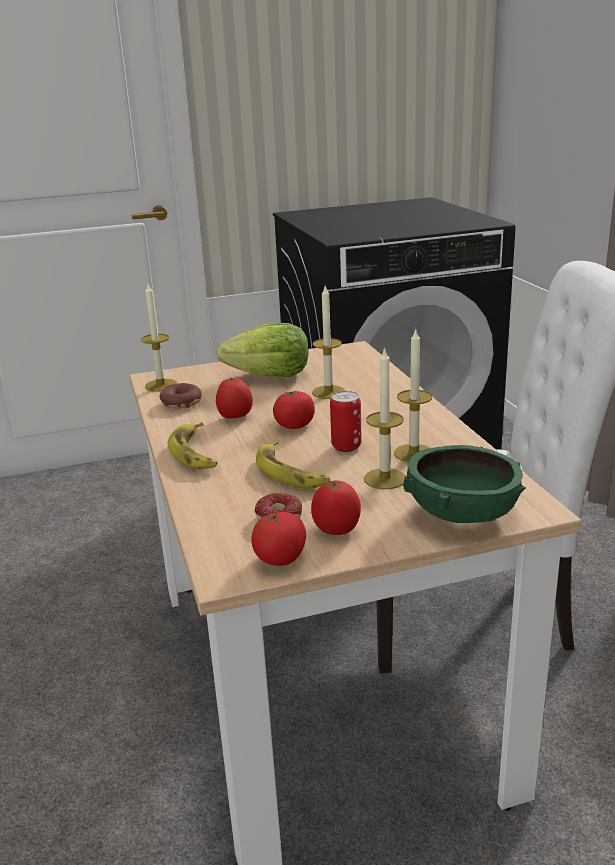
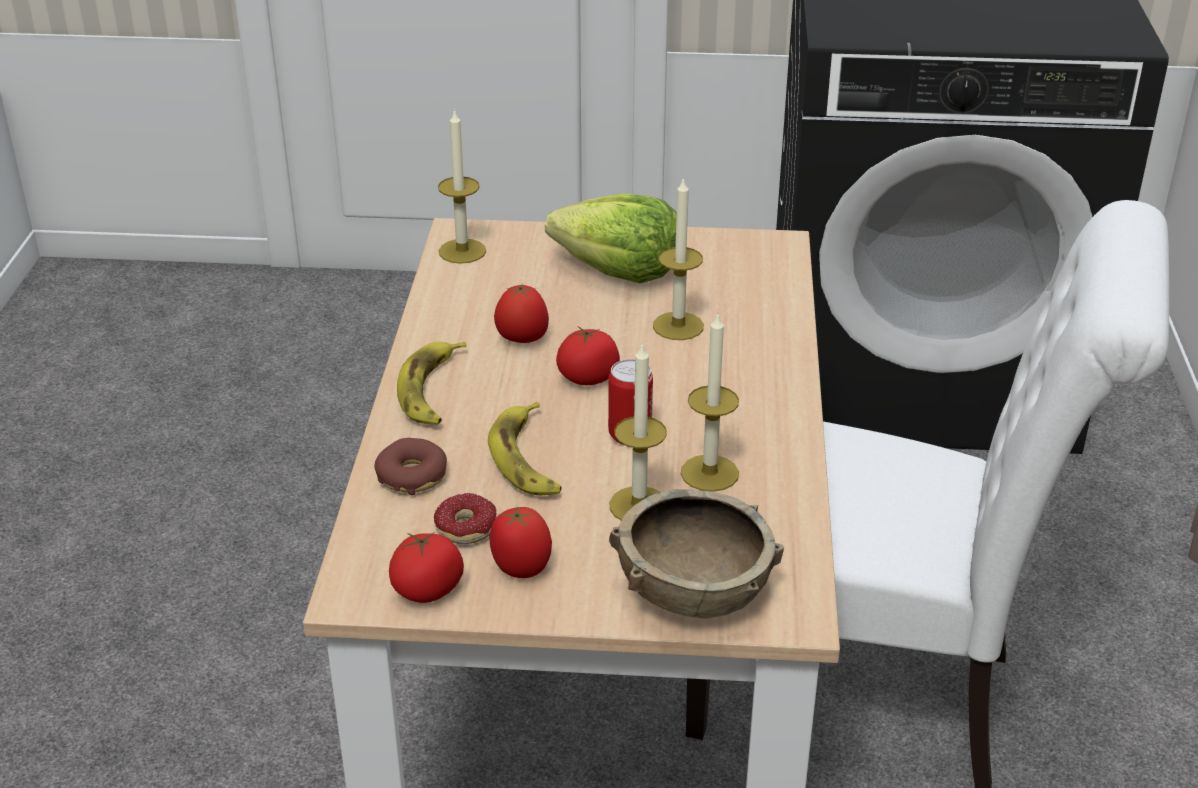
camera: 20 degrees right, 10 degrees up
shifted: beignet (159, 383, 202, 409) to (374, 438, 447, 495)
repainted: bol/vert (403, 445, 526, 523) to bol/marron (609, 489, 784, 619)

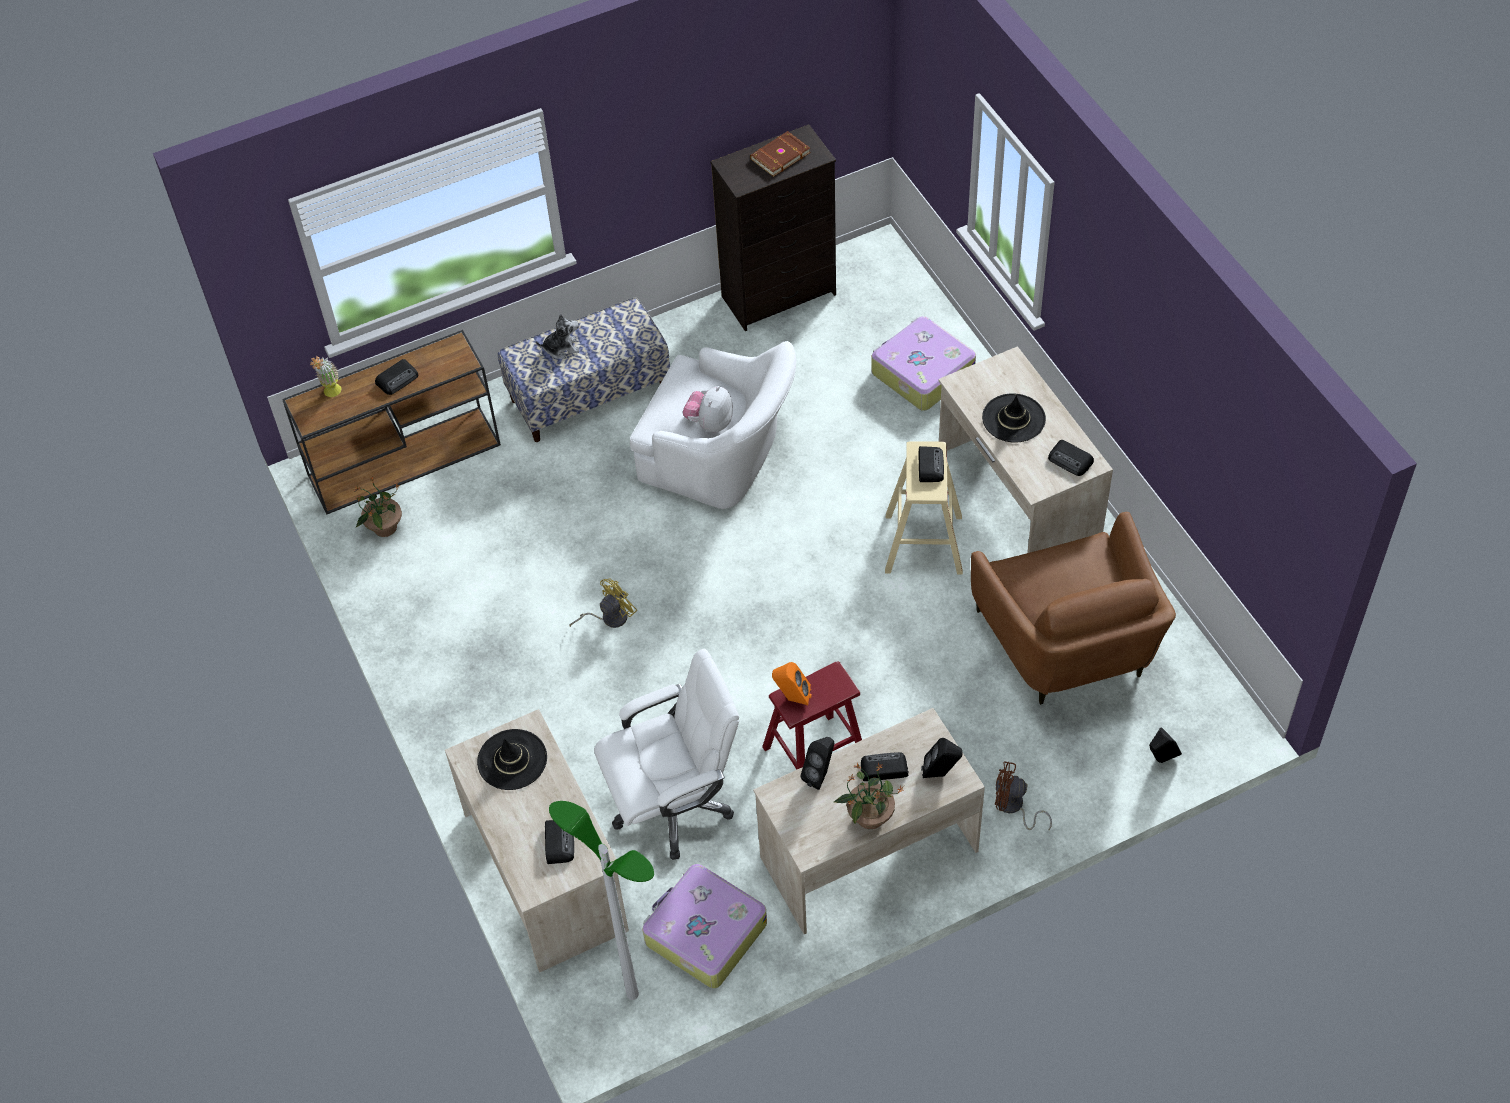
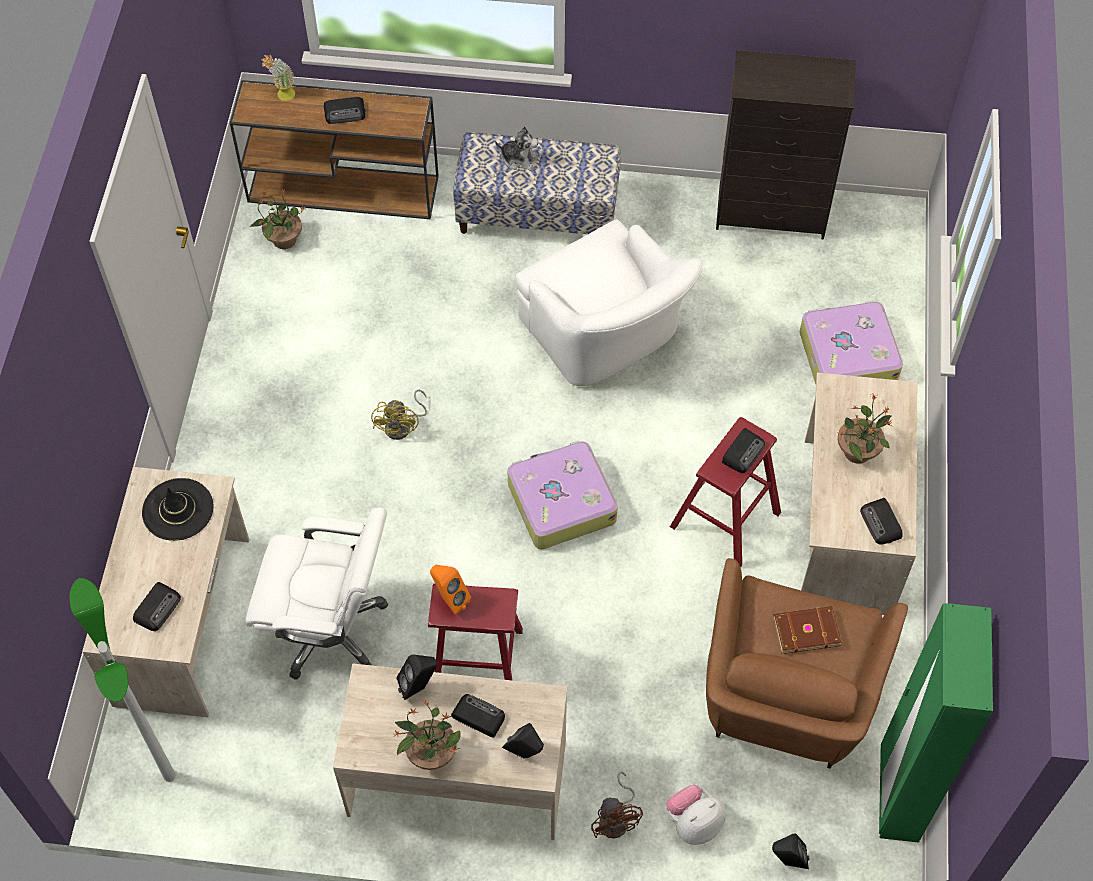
camera: 30 degrees right, 5 degrees up
new: armoire/vert (879, 603, 993, 843)
shifted: valise (643, 864, 767, 988) to (507, 440, 618, 549); peluche (683, 386, 733, 432) to (666, 785, 726, 845); livre/marron (750, 131, 811, 177) to (773, 606, 842, 654)
swapped: chapeau/noir (982, 393, 1046, 443) to plante en pot (838, 393, 892, 464)
repainted: tabouret/beige (885, 441, 963, 574) to tabouret/rouge (670, 417, 781, 568)
rotated: ventilateur/jaune (569, 578, 637, 628) = (371, 390, 427, 440) 105 degrees clockwise; ventilateur/marron (995, 761, 1052, 830) = (591, 772, 643, 839) 150 degrees counterclockwise

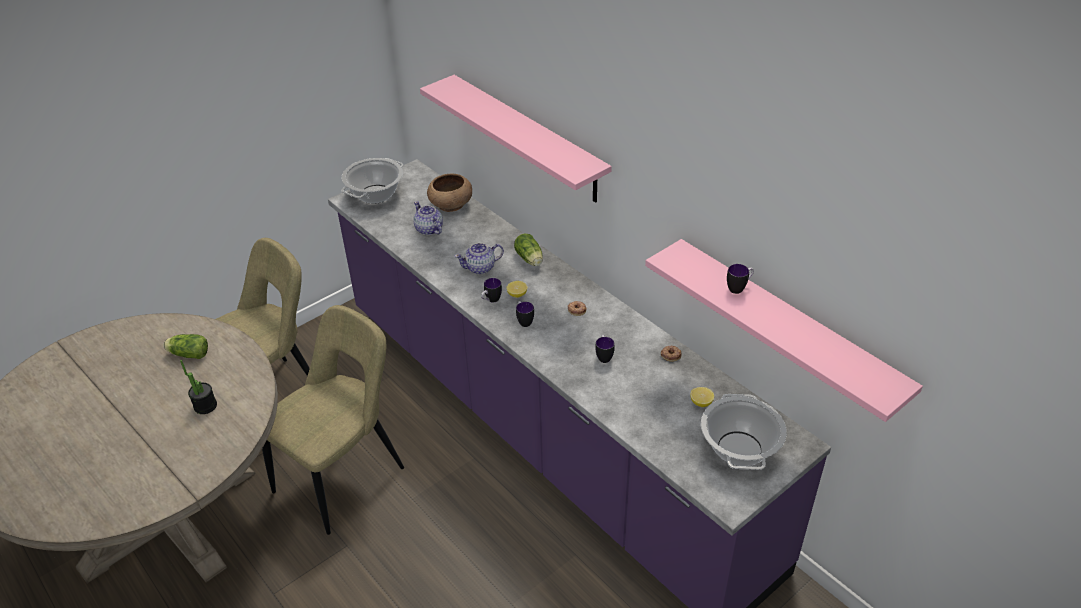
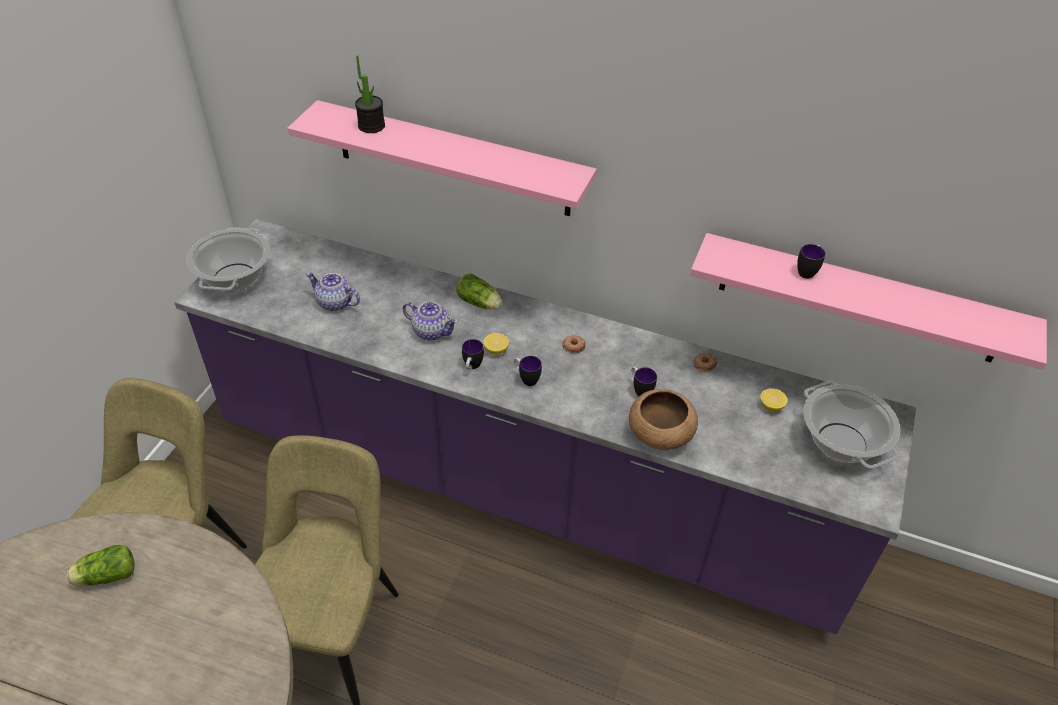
camera: 30 degrees left, 5 degrees up
shifted: plante en pot (180, 360, 217, 414) to (355, 55, 385, 133); bol/marron (427, 174, 472, 212) to (629, 389, 698, 450)
rotated: théière (454, 243, 504, 274) = (403, 302, 459, 340) 105 degrees counterclockwise

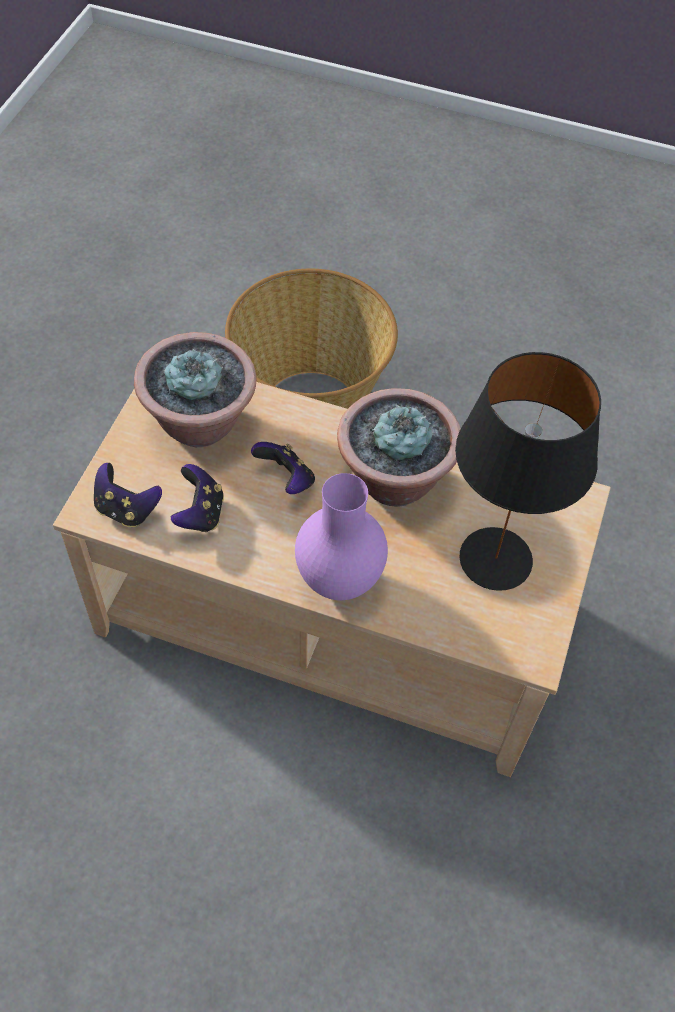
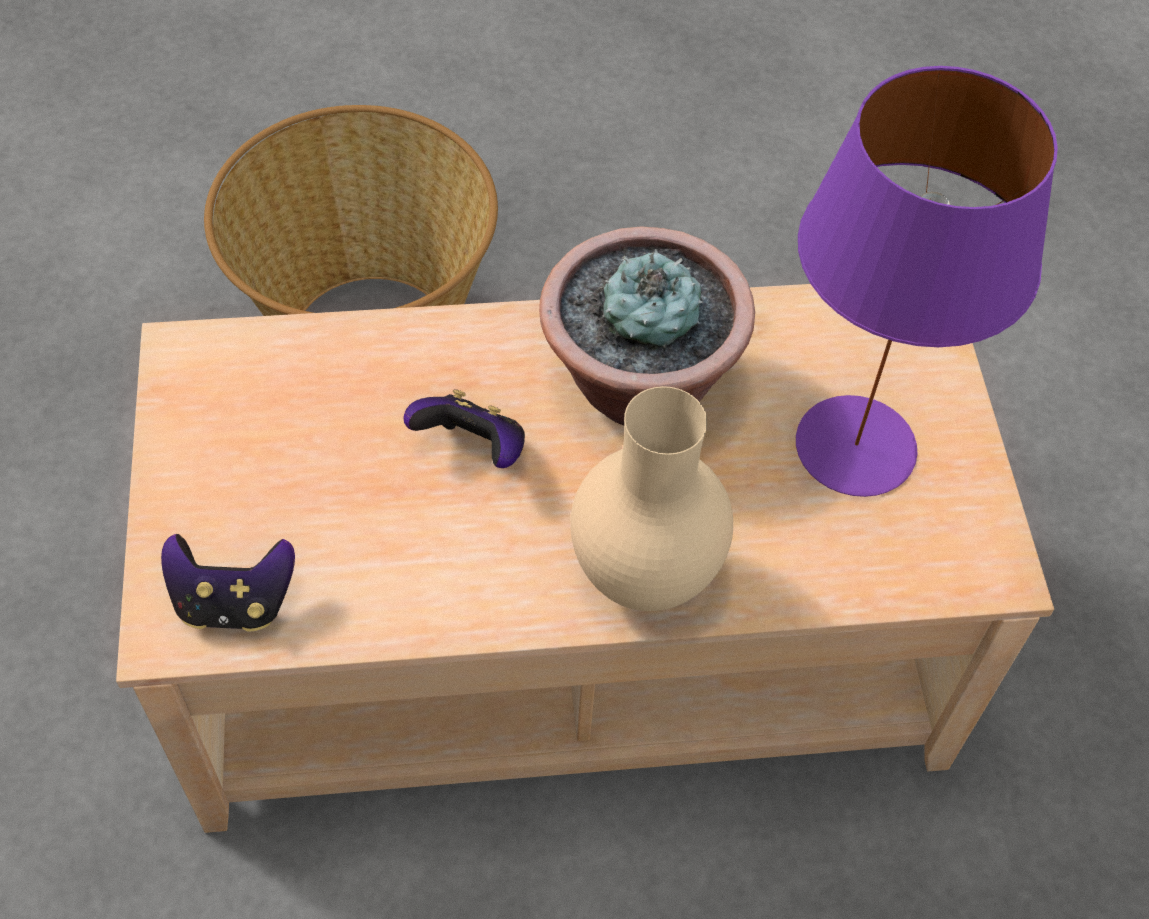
camera: 25 degrees left, 0 degrees up
gone: plante en pot (134, 332, 257, 447); manette (171, 464, 224, 532)
repainted: vase/violet (295, 473, 388, 600) to vase/beige (570, 386, 733, 611); lampe de table/noir (455, 352, 601, 591) to lampe de table/violet (796, 66, 1058, 497)

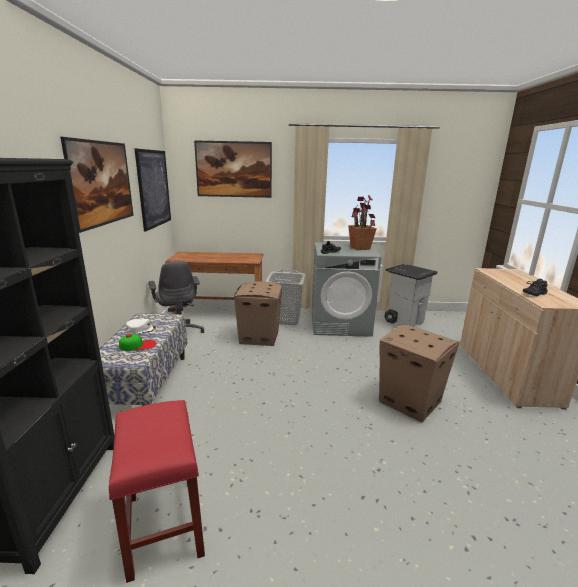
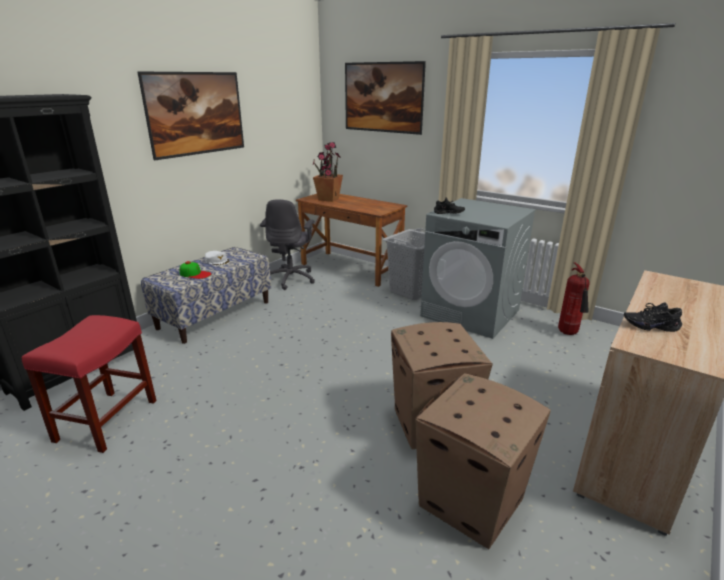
camera: 35 degrees right, 5 degrees up
gone: tableau (135, 149, 171, 232)
shifted: carton (234, 281, 282, 346) to (415, 373, 551, 549); plante en pot (348, 195, 377, 250) to (312, 142, 343, 202)
swapped: poubelle/gris (384, 264, 438, 327) to extincteur (558, 263, 590, 335)

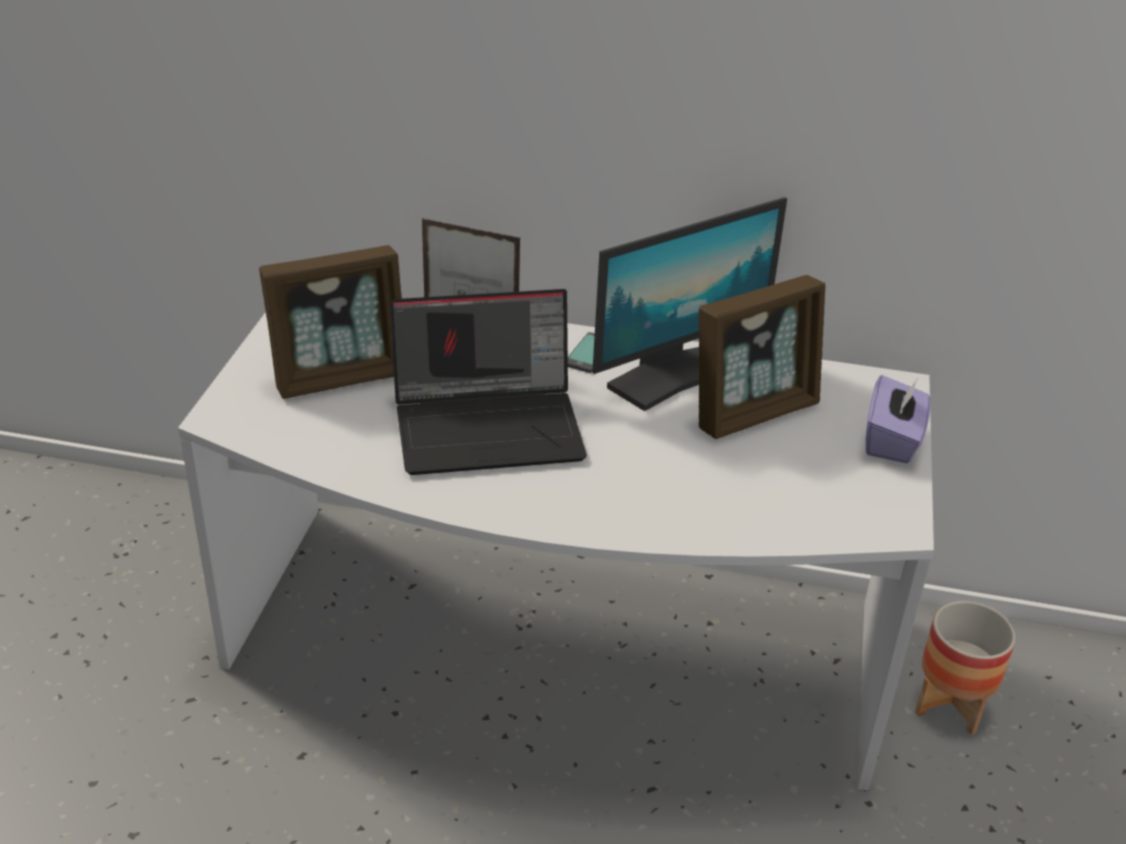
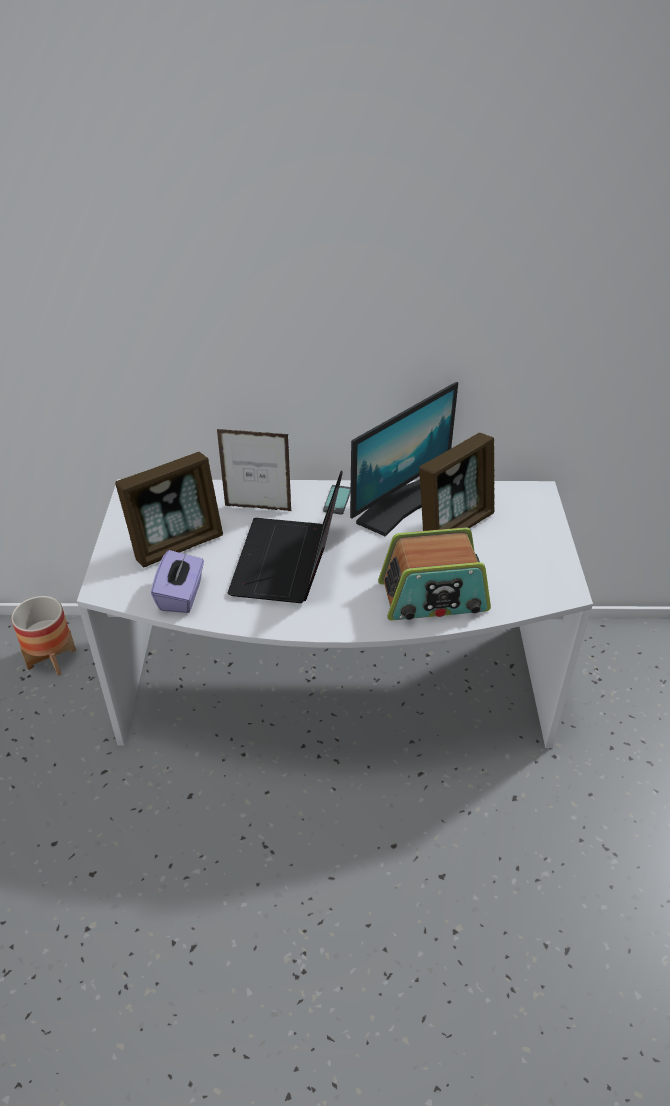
camera: 10 degrees left, 5 degrees up
new: radio (378, 527, 491, 621)
shifted: boîte à mouchoirs/violet (866, 375, 931, 463) to (151, 550, 204, 613); cache-pot (915, 601, 1015, 735) to (11, 596, 76, 676)
rotated: ordinateur portable (390, 289, 587, 475) = (227, 471, 343, 603) 120 degrees clockwise

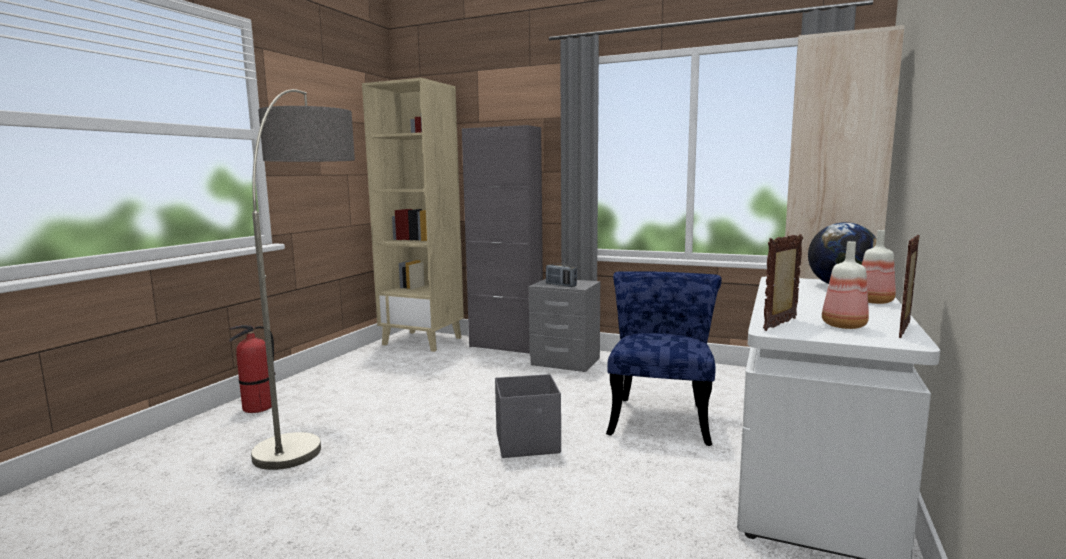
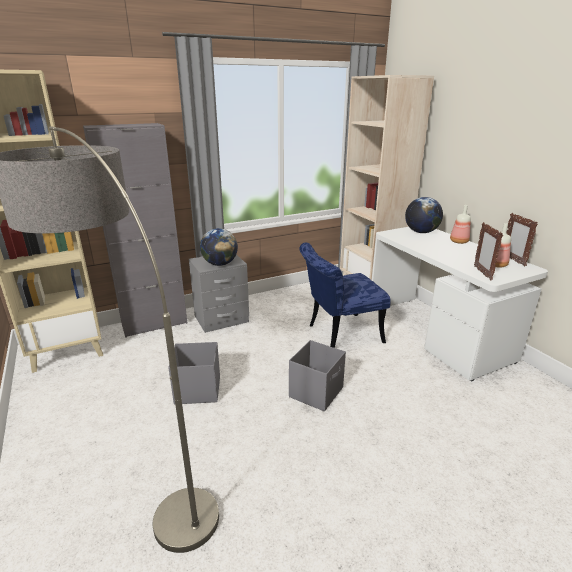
camera: 50 degrees left, 15 degrees up
gone: extincteur (229, 325, 275, 413)
new: boîte de rangement/gris (168, 342, 220, 404)
swapped: radio (546, 263, 577, 287) to globe (200, 228, 238, 266)
rotated: chaise/bleu (606, 271, 722, 446) = (299, 242, 391, 348) 75 degrees counterclockwise

